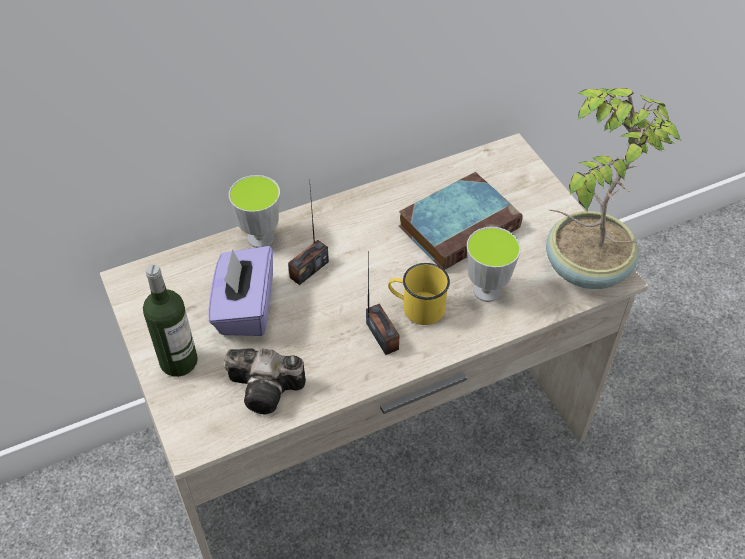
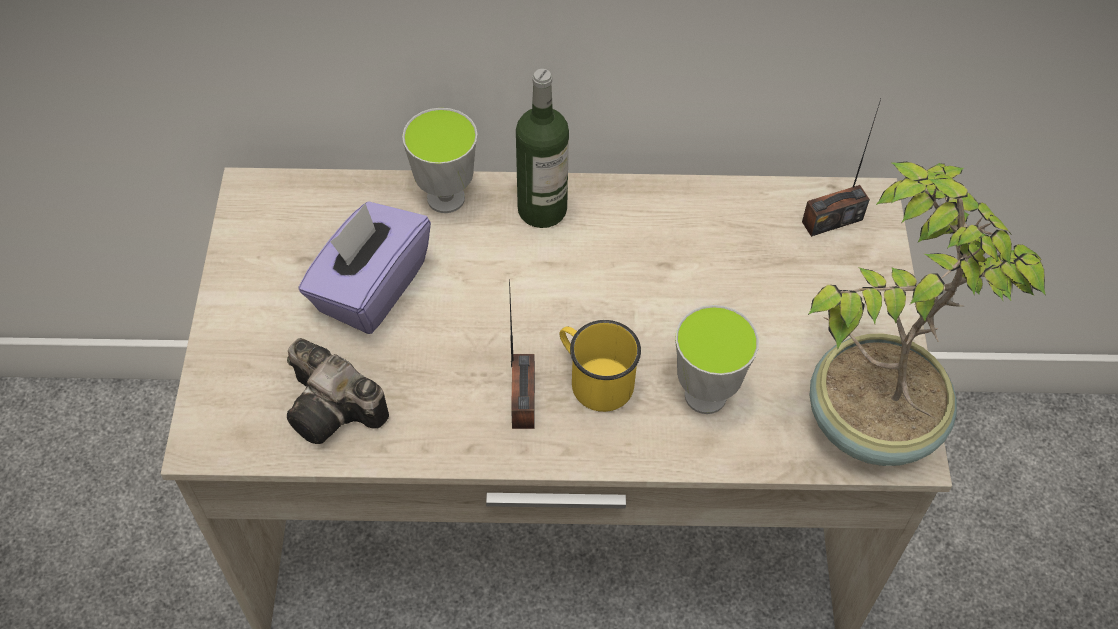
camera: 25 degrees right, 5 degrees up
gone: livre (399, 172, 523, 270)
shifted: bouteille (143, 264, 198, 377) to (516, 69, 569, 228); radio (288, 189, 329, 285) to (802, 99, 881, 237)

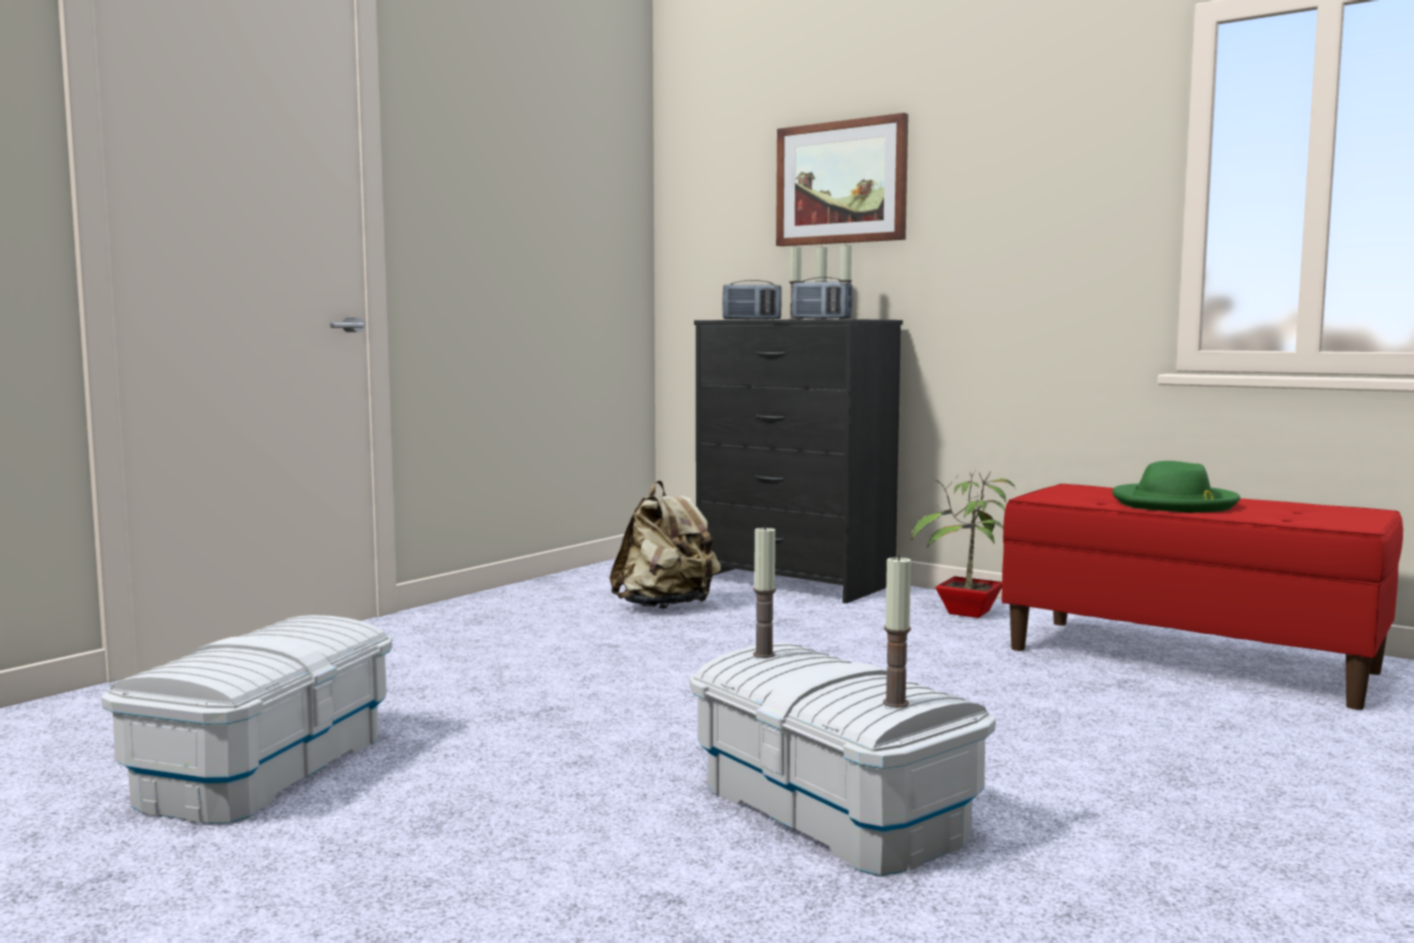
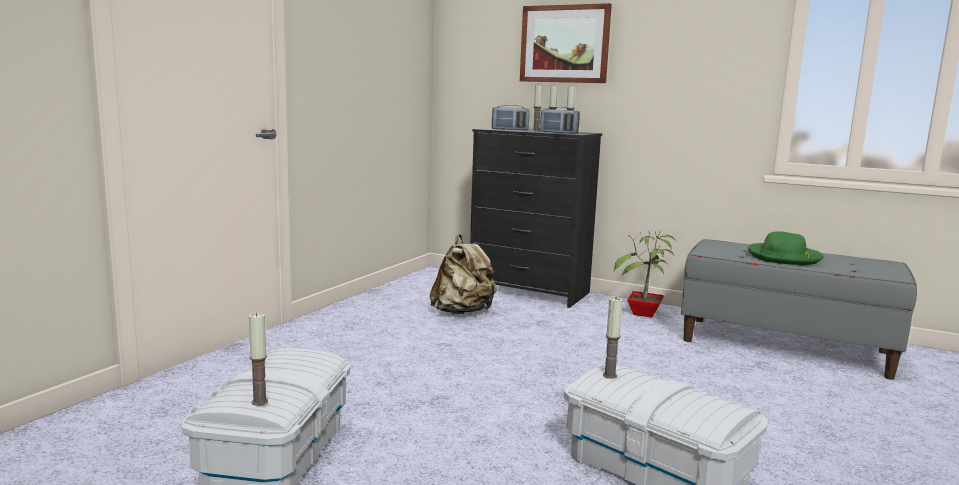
camera: 10 degrees left, 5 degrees up
shifted: bougie (883, 555, 911, 708) to (249, 312, 268, 406)
repainted: banc/rouge (1002, 484, 1403, 710) to banc/gris (681, 239, 917, 380)

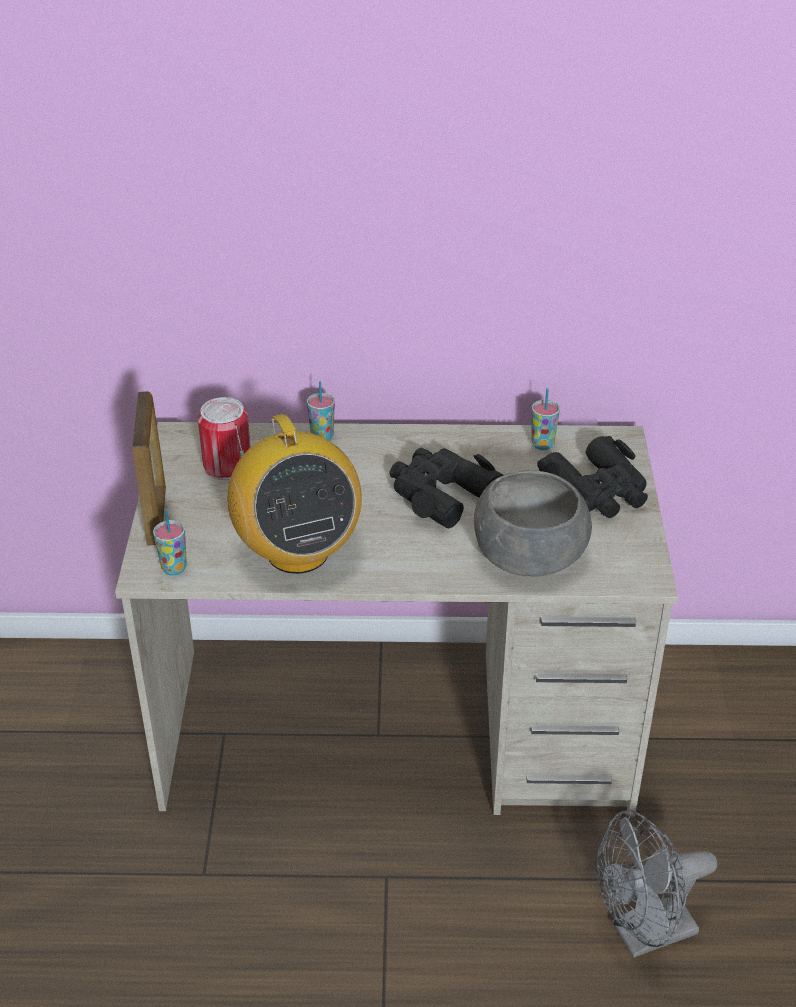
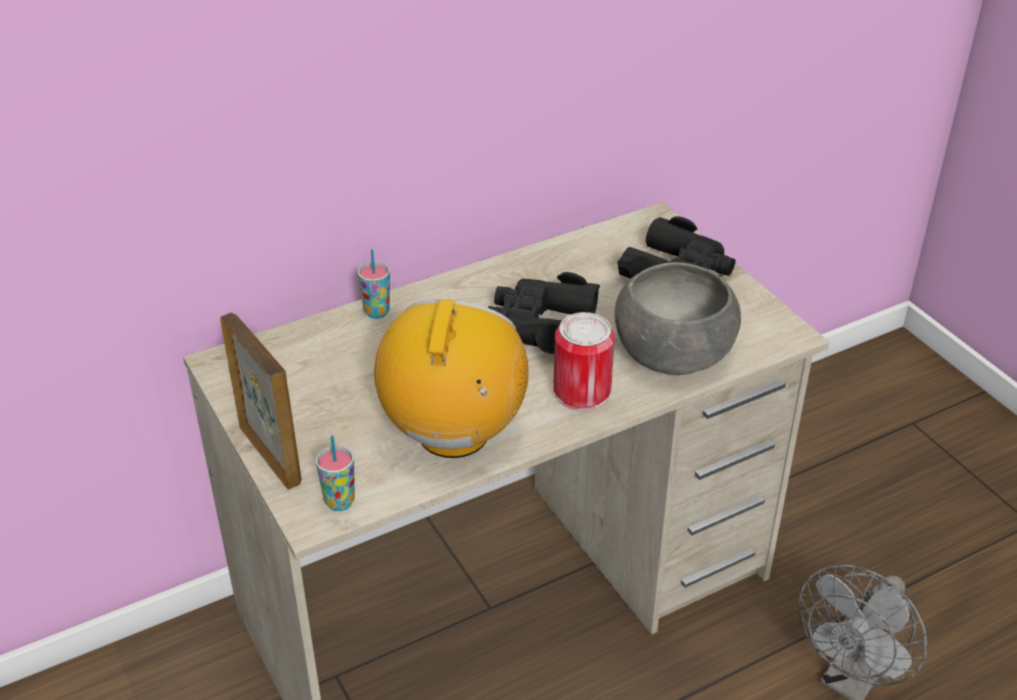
camera: 30 degrees left, 0 degrees up
gone: tasse (532, 388, 560, 450)
shifted: boîte métallique (198, 397, 251, 480) to (553, 312, 615, 411)
rotated: radio (227, 414, 362, 574) = (374, 299, 529, 458) 120 degrees counterclockwise

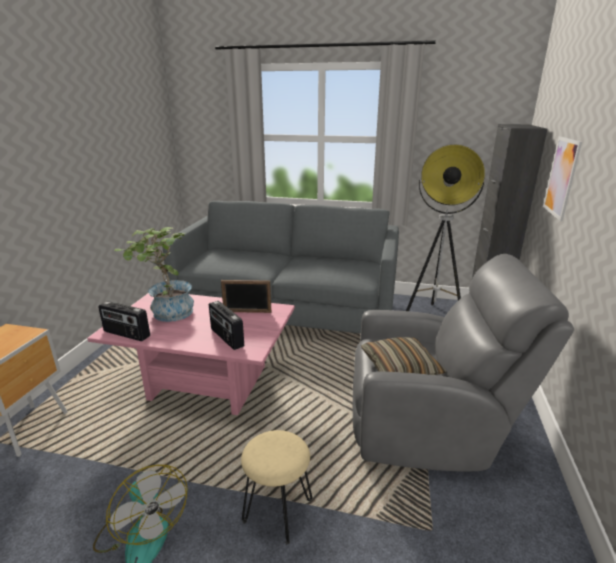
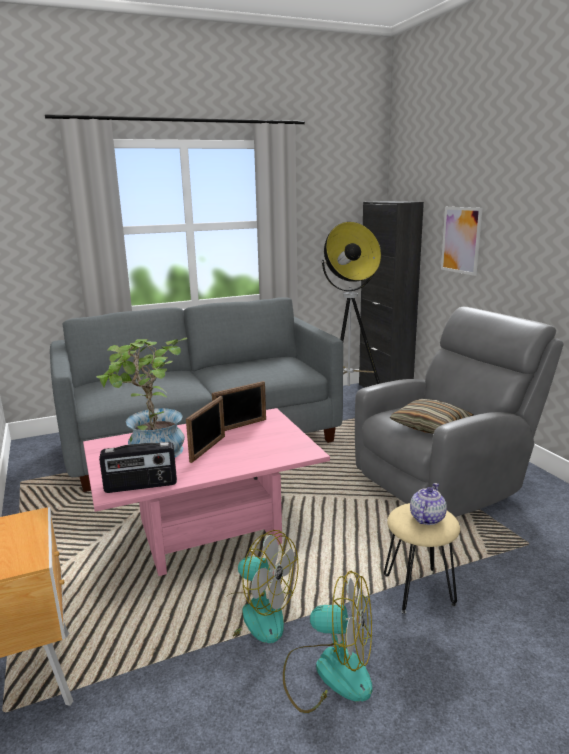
camera: 35 degrees left, 5 degrees down
gone: radio (209, 301, 244, 350)
new: cadre photo (186, 396, 225, 463); ventilateur (224, 530, 298, 643); théière (410, 483, 447, 525)

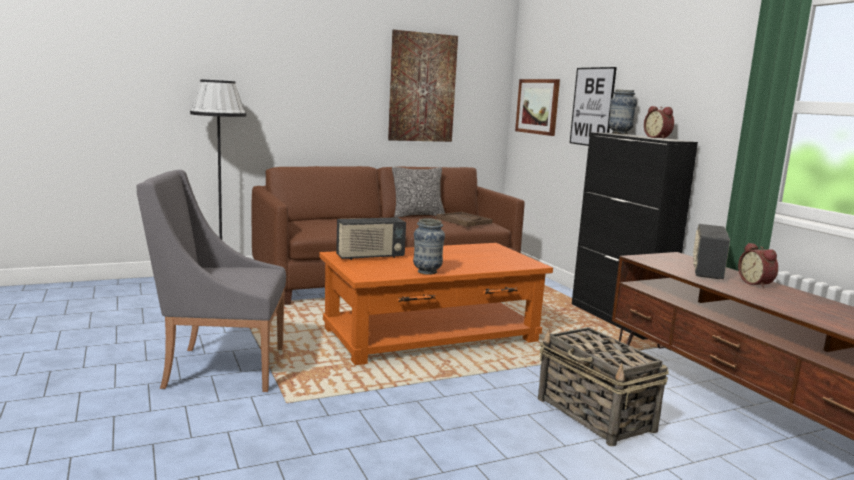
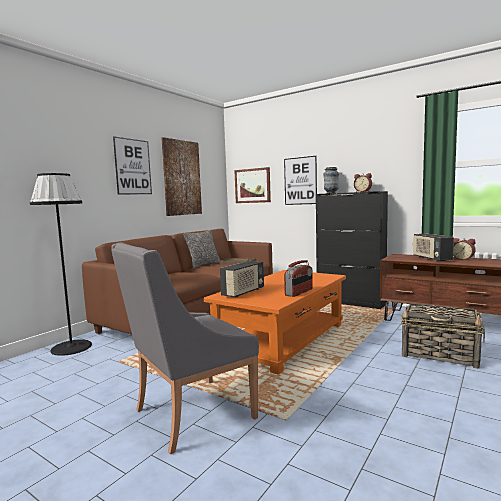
camera: 30 degrees left, 5 degrees down
new: tableau (113, 137, 152, 194)
swapped: vase (413, 218, 445, 275) to radio (284, 260, 313, 297)

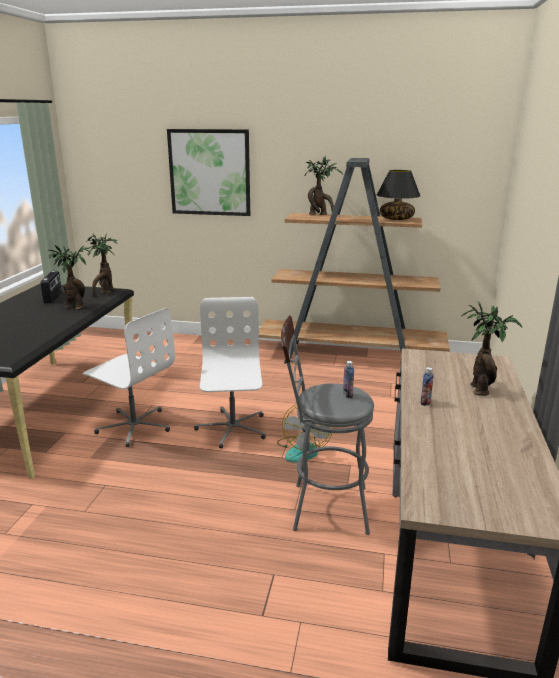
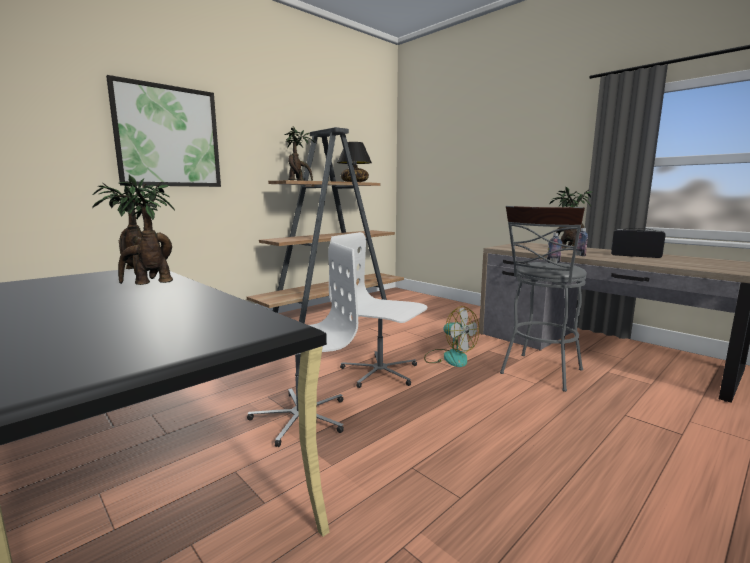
camera: 55 degrees left, 10 degrees down
shifted: radio (40, 271, 62, 304) to (611, 228, 666, 258)

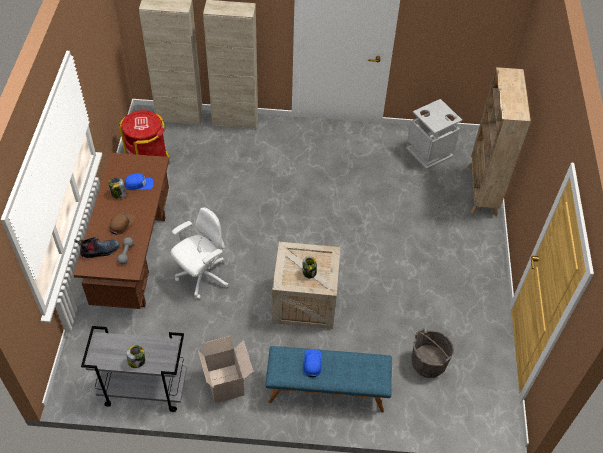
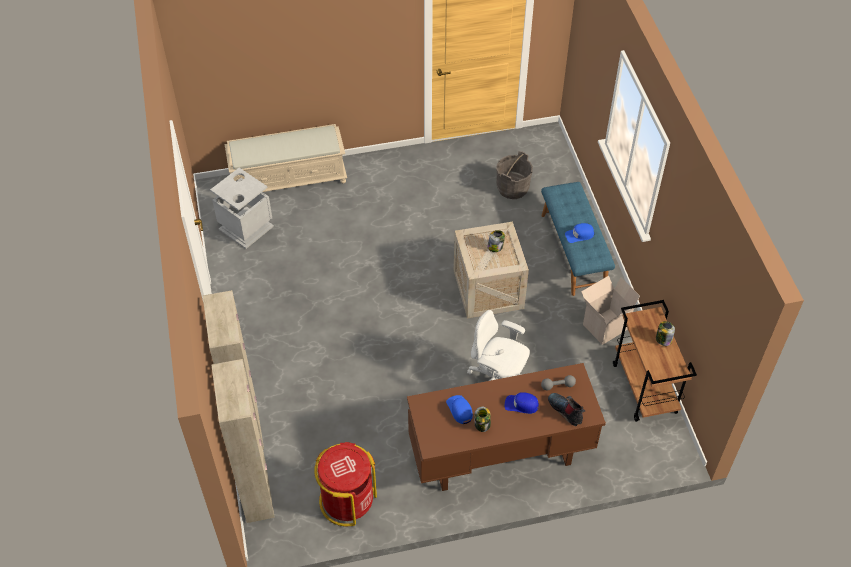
camera: 105 degrees left, 0 degrees up
swapped: bibliothèque/beige (468, 67, 531, 216) to banc/beige (225, 124, 347, 192)
repainted: chariot/gris (81, 326, 187, 412) to chariot/marron (613, 300, 697, 422); casquette/marron (110, 212, 135, 235) to casquette/bleu (505, 392, 539, 414)

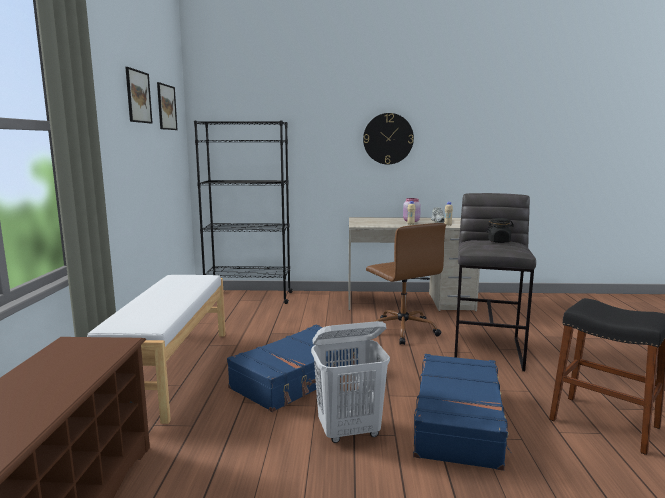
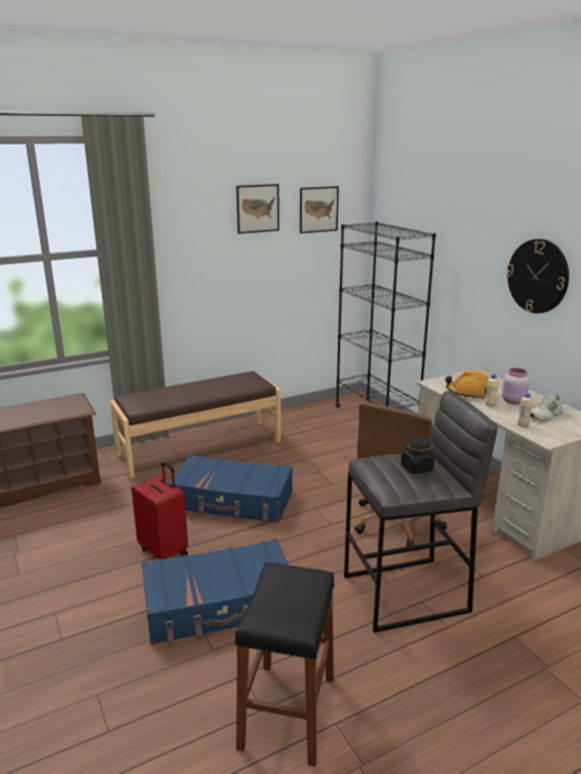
camera: 60 degrees right, 10 degrees up
new: casque de chantier/orange (445, 370, 489, 399)
swapped: panier à linge/blanc (311, 321, 390, 443) to valise/rouge (131, 462, 188, 559)
repainted: banc/blanc (87, 275, 225, 424) to banc/marron (110, 371, 281, 478)

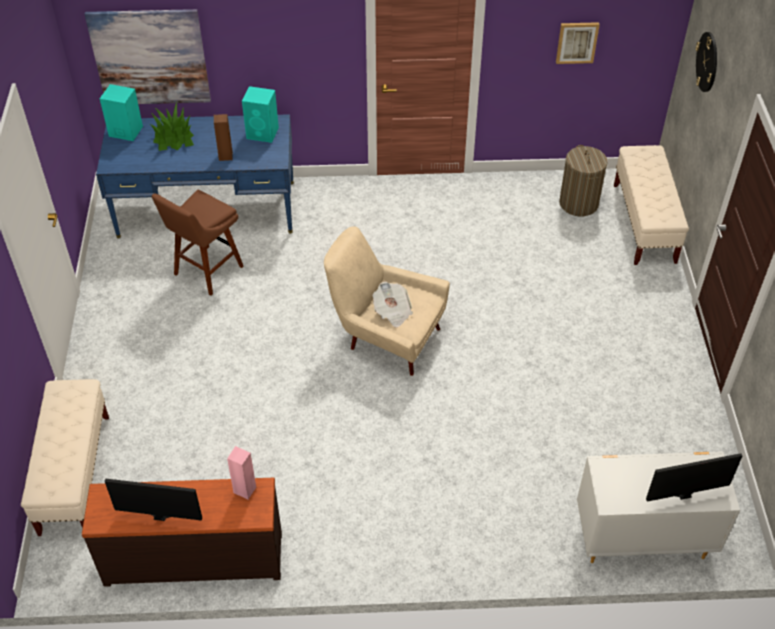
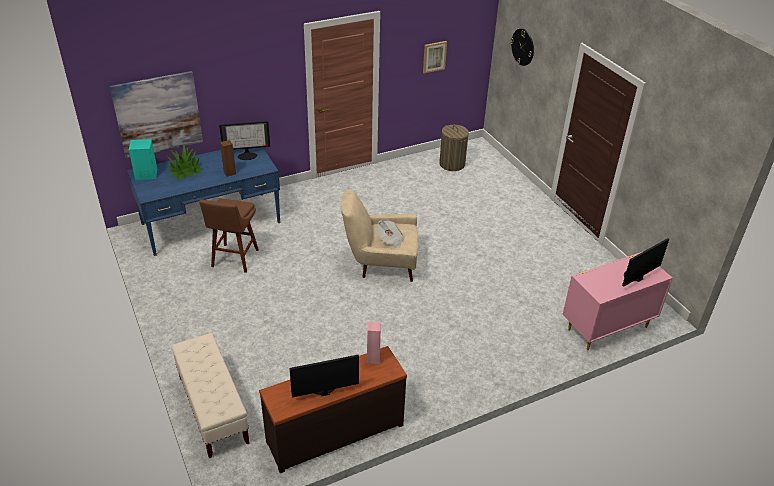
camera: 25 degrees left, 10 degrees down
gone: banc/beige (614, 145, 689, 265)
swapped: enceinte/turquoise (242, 86, 279, 143) to écran d'ordinateur (219, 121, 270, 160)
repainted: commode/blanc (577, 451, 740, 563) to commode/rose (562, 252, 673, 351)

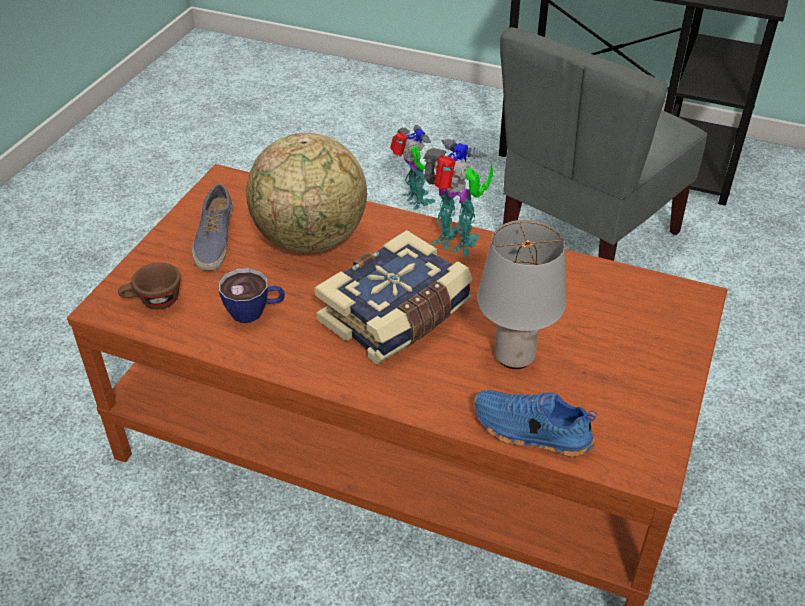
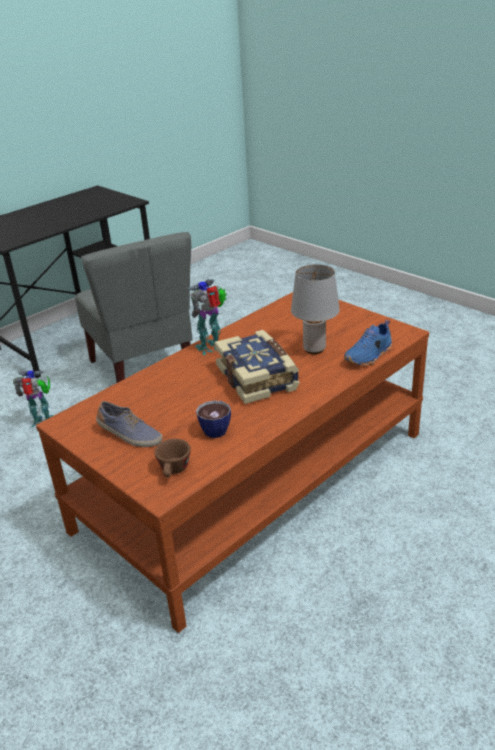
camera: 65 degrees left, 10 degrees down
gone: globe (246, 133, 367, 253)

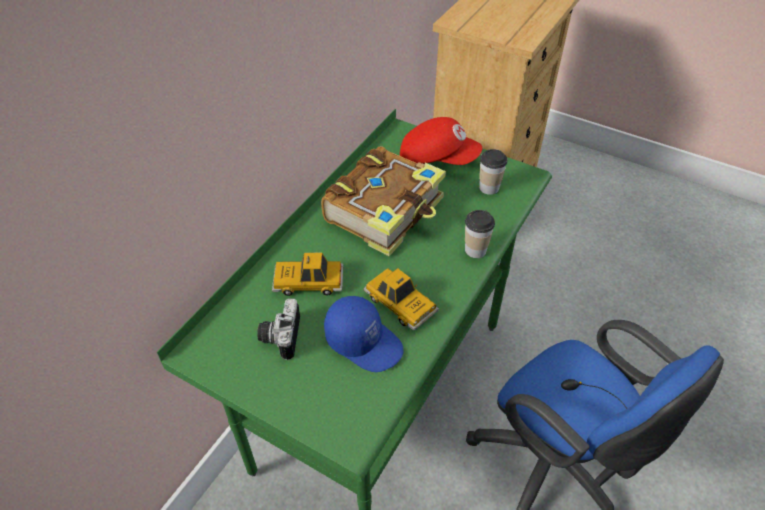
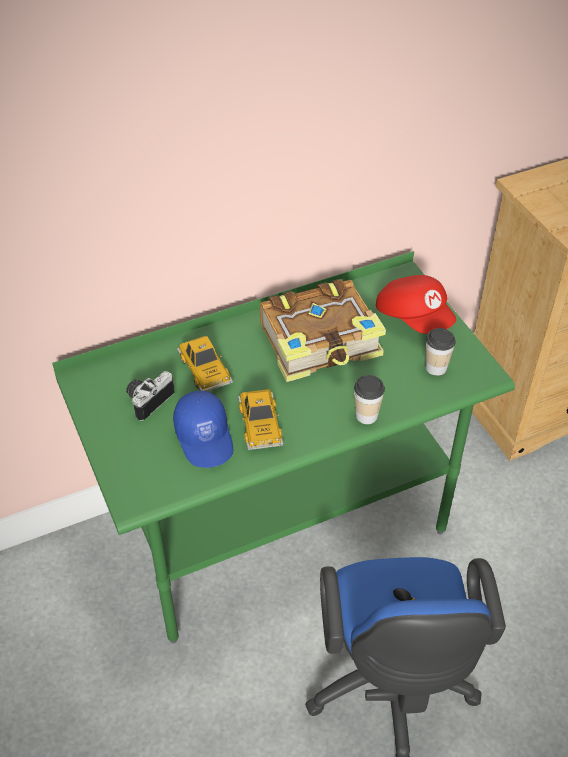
camera: 35 degrees right, 0 degrees up
rotated: petite voiture (272, 253, 343, 296) = (177, 336, 233, 391) 150 degrees counterclockwise

